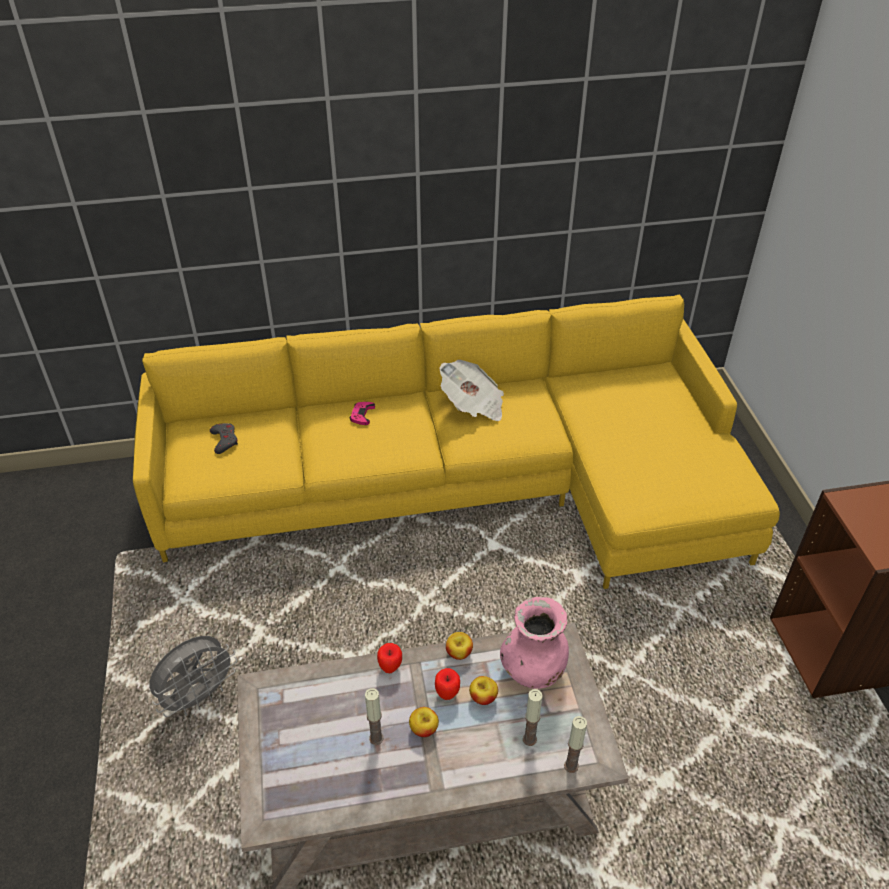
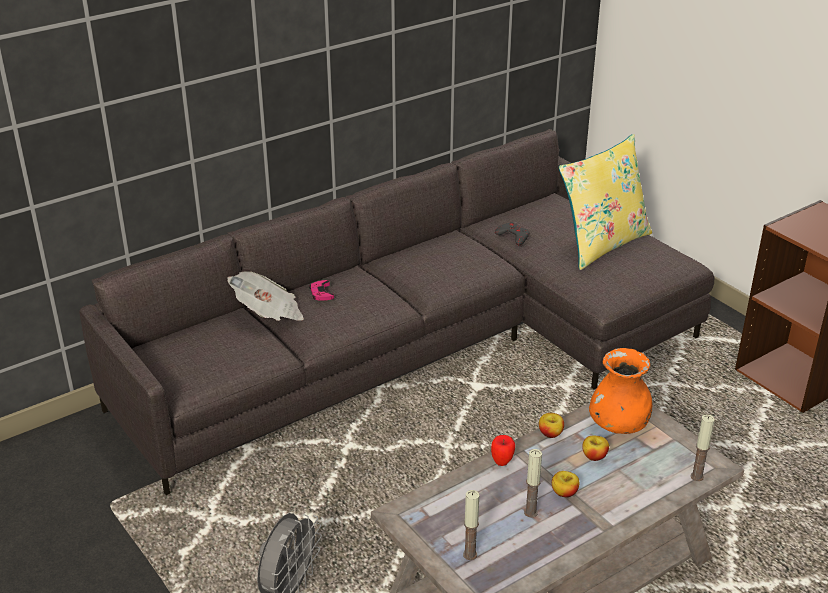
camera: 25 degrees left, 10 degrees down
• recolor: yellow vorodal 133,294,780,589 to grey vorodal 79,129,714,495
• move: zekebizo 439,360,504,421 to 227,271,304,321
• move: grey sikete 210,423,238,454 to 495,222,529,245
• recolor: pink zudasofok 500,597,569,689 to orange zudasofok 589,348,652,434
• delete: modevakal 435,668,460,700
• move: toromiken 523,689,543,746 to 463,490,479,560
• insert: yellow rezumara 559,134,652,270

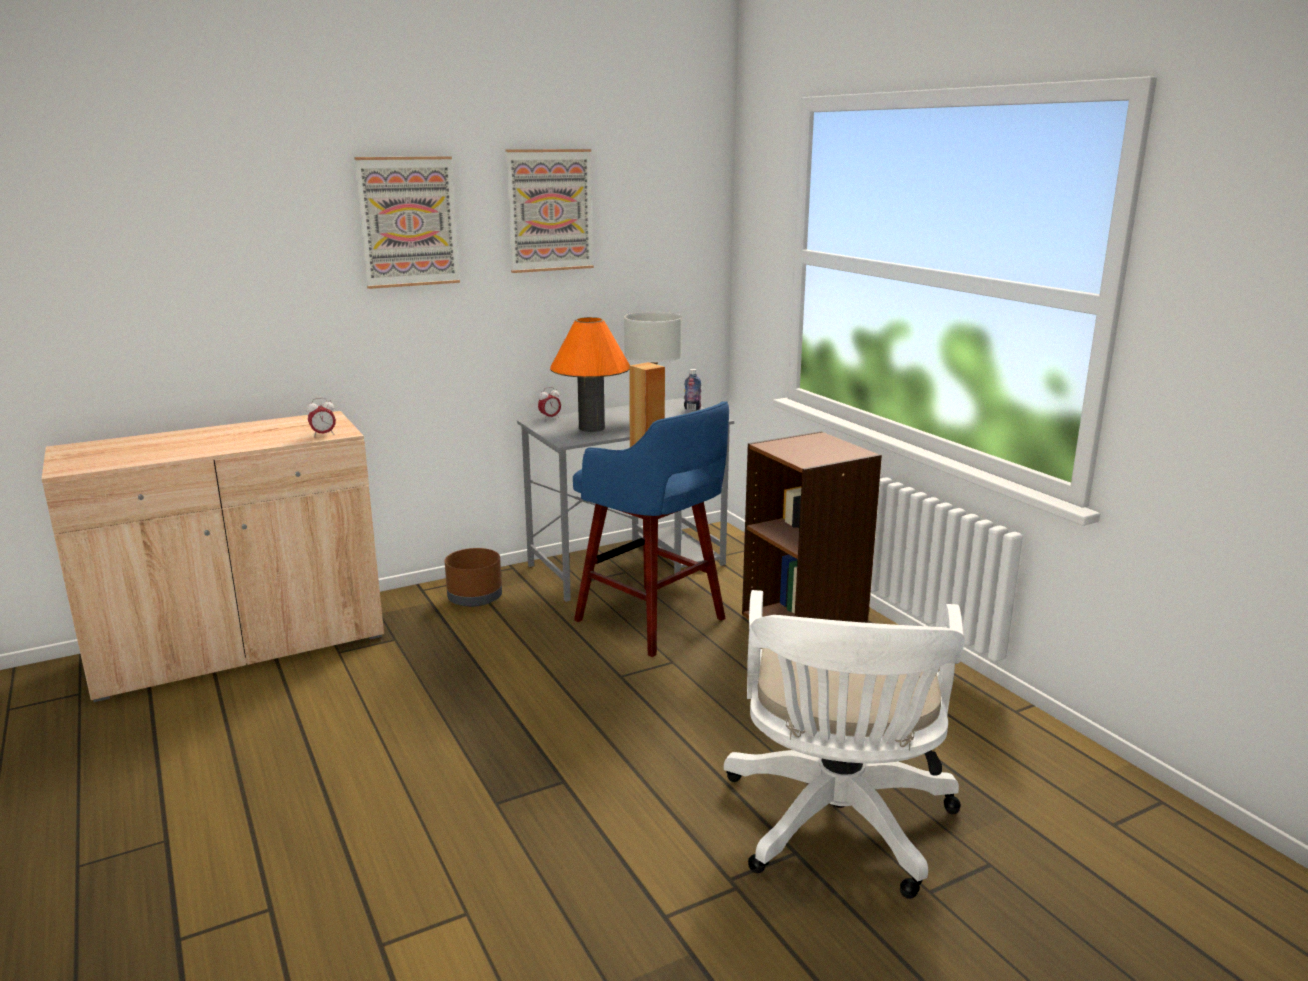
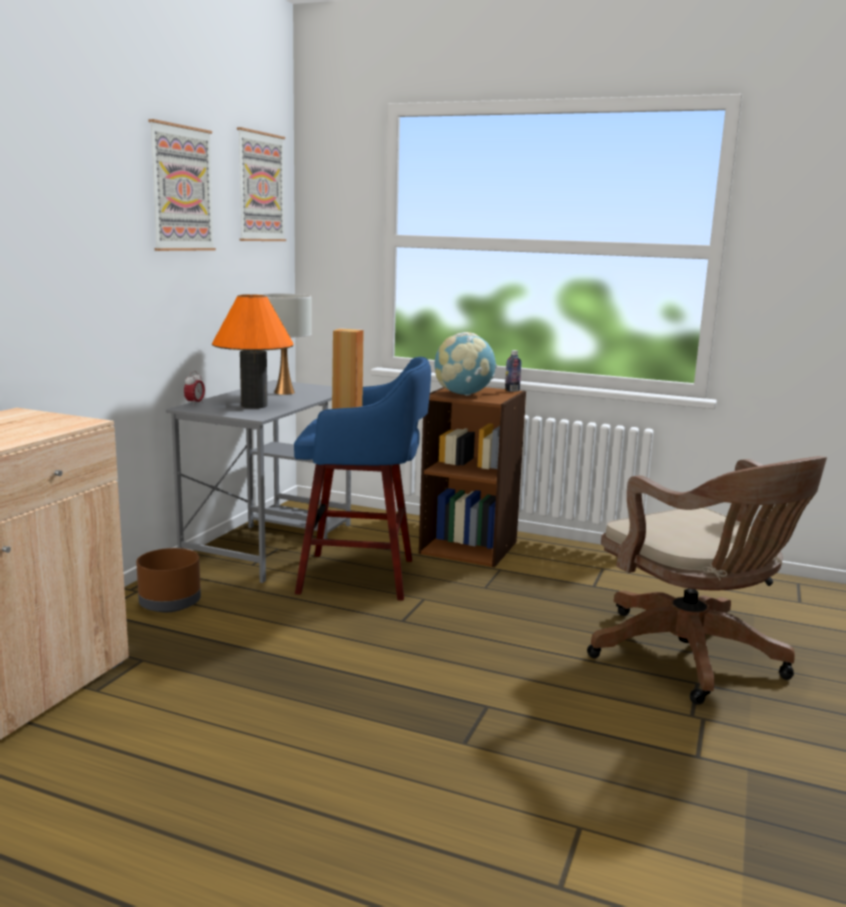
camera: 40 degrees left, 5 degrees down
• move: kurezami 354,156,460,289 to 237,127,286,241
• move: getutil 684,369,702,411 to 505,350,522,392
• delete: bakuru 306,398,336,437
• recolor: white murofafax 724,590,965,899 to brown murofafax 587,456,827,705
• insert: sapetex 434,332,497,396

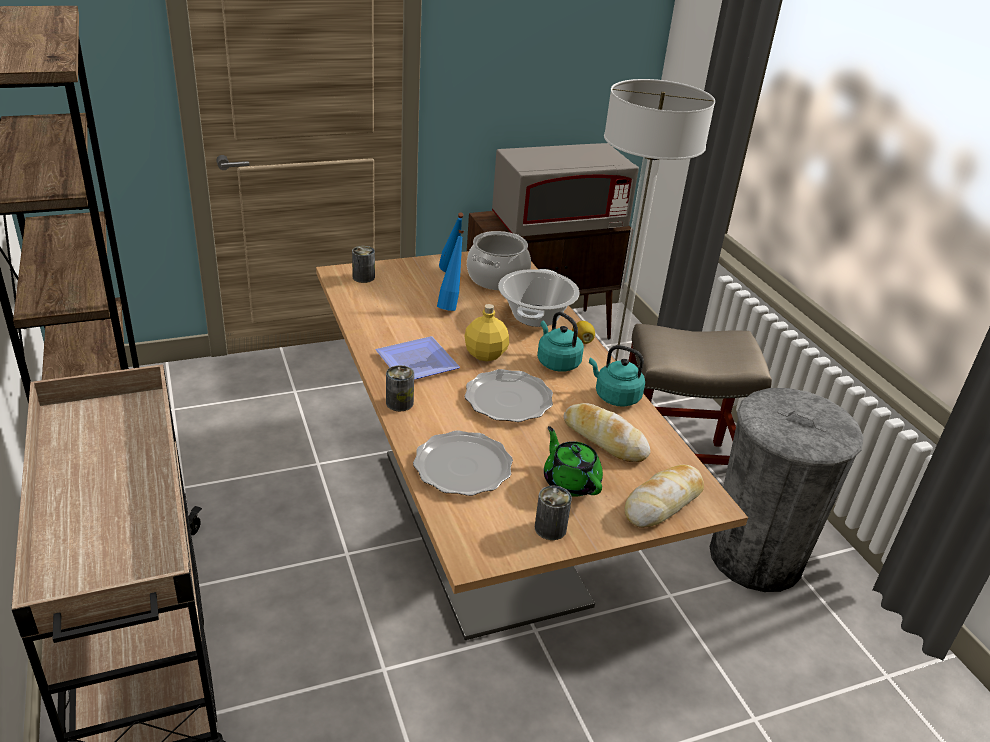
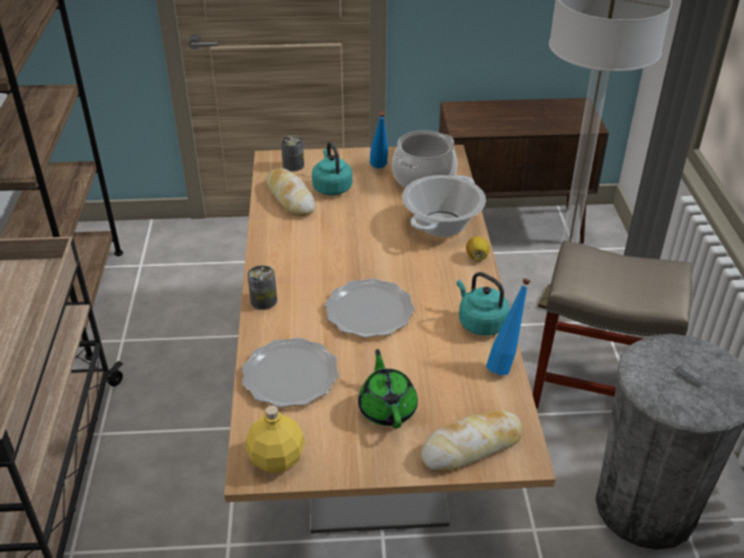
camera: 20 degrees right, 5 degrees up
• delete: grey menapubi 492,143,639,236
• move: blue getutil 437,230,464,311 to 486,278,530,375
• move: yellow getutil 464,304,509,361 to 245,406,305,473
• move: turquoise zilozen 537,312,584,372 to 312,142,352,196
• delete: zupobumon 375,336,460,380
• move: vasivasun 563,403,650,462 to 266,168,315,216
• delete: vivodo 535,486,572,540

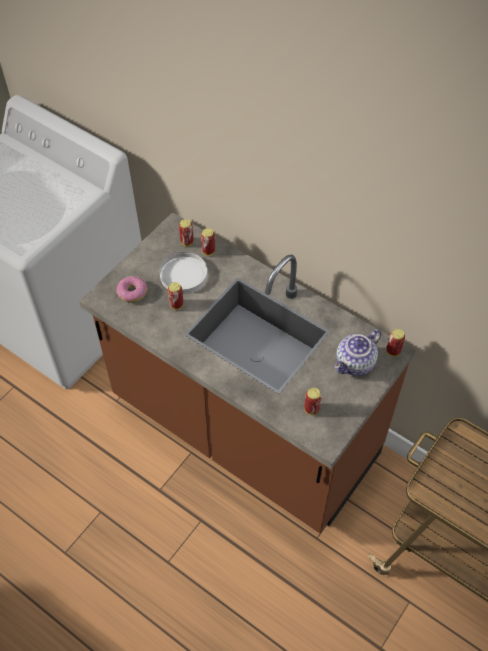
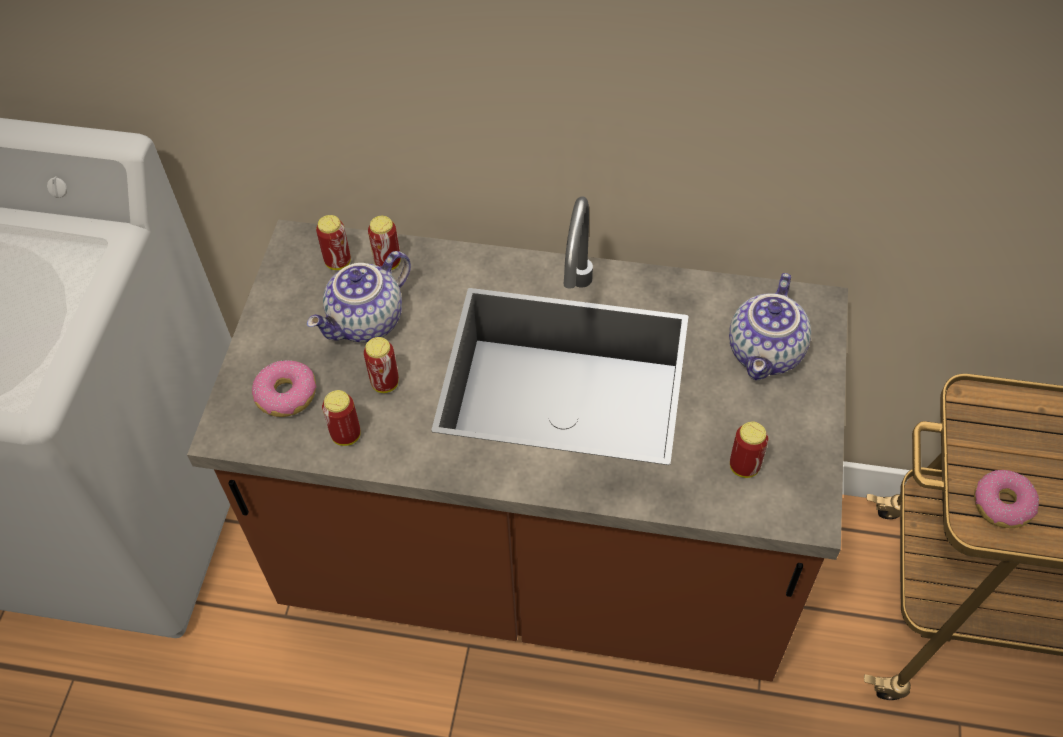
camera: 25 degrees left, 0 degrees up
• replace: white zupobumon 160,252,208,294 to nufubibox 307,251,411,342
• move: vivodo 386,329,405,356 to 322,390,361,446
• insert: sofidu 974,470,1039,528

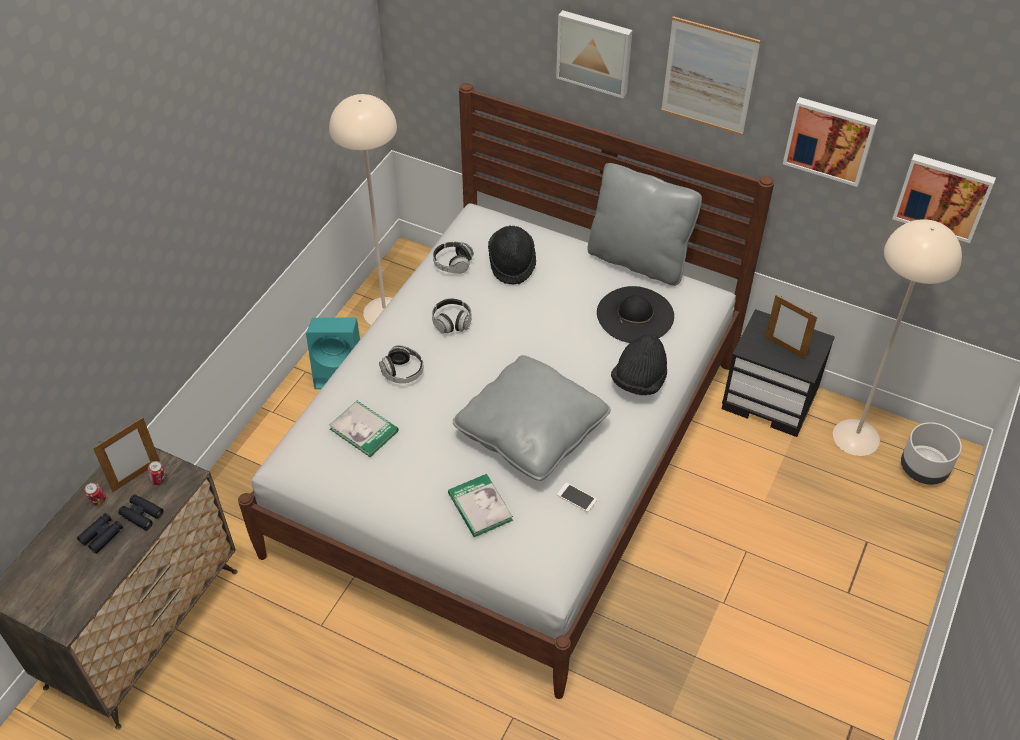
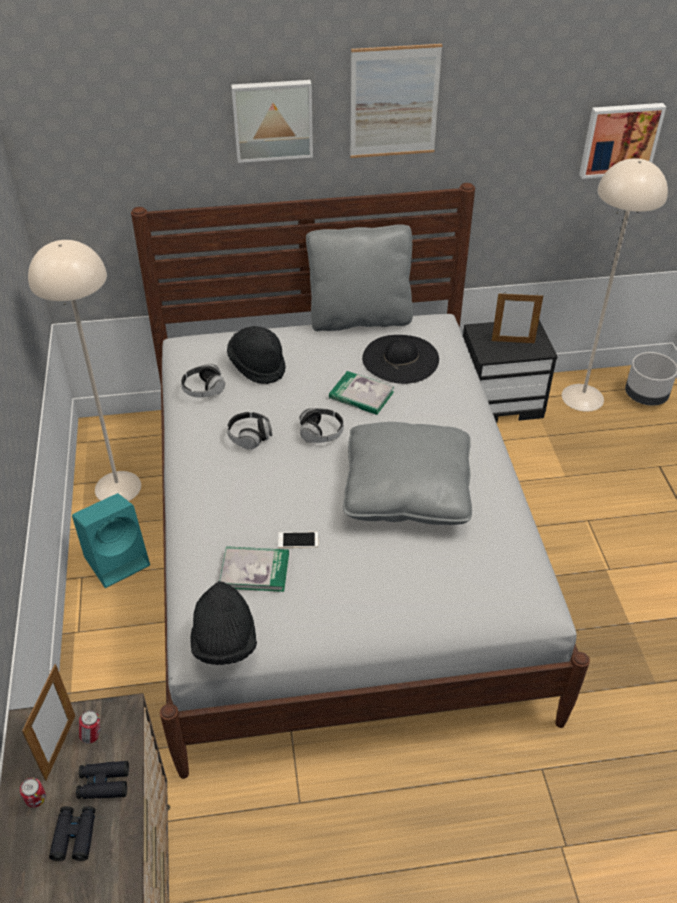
camera: 35 degrees left, 5 degrees down
• delete: kurezami 783,97,878,187
• move: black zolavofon 611,334,667,395 to 190,581,257,665
• move: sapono 379,345,423,383 to 299,408,344,443
• move: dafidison 448,474,513,537 to 329,371,394,415
• move: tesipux 557,483,597,512 to 278,532,318,548

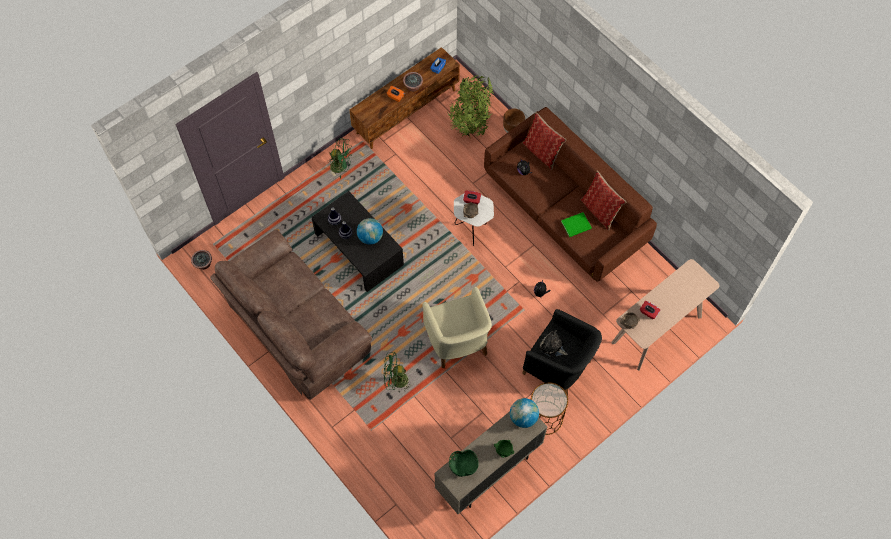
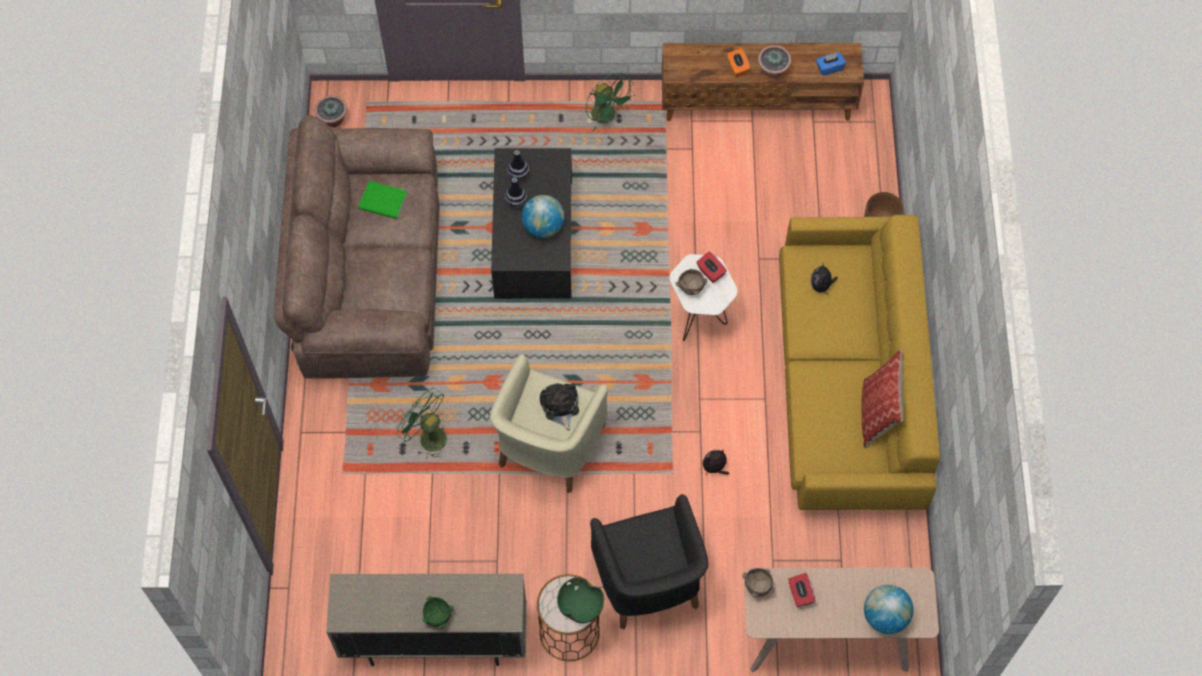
camera: 40 degrees right, 0 degrees up
• delete: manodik 448,75,494,137
• recolor: brown vorodal 484,107,657,282 to yellow vorodal 779,215,940,510
• delete: rezumara 522,112,567,170
• move: green dafidison 561,212,592,237 to 358,181,407,219
• move: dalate 539,330,568,357 to 540,383,579,431
• move: sapetex 510,398,539,428 to 864,584,913,634
• move: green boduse 449,449,479,477 to 557,577,604,623

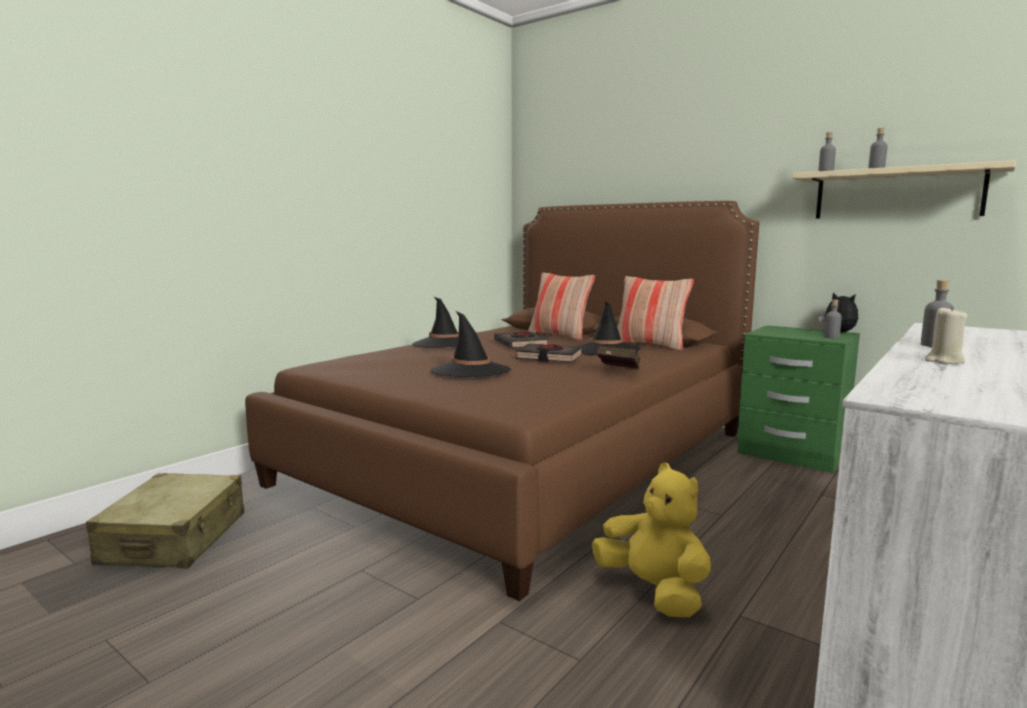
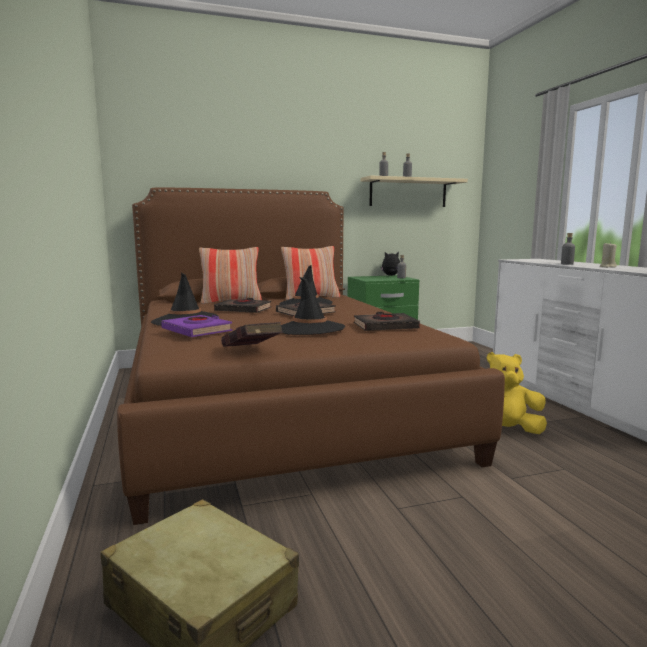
camera: 55 degrees left, 0 degrees up
• move: red dafidison 597,345,640,369 to 221,322,283,347
• insert: black dafidison 354,312,420,331
• insert: purple dafidison 161,315,233,337

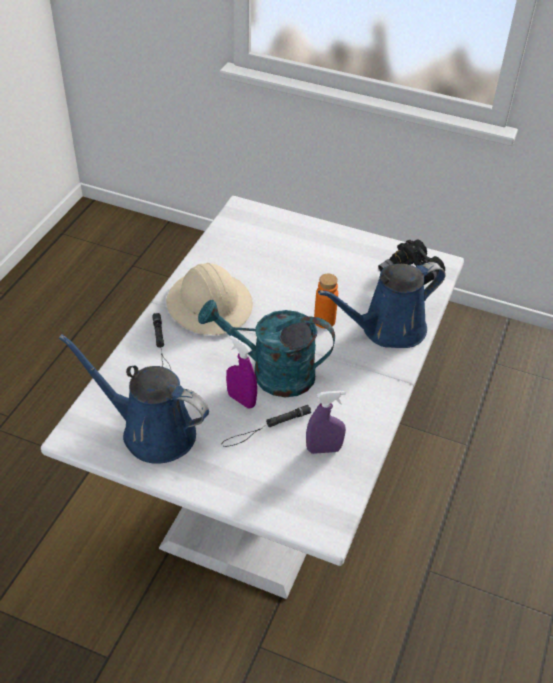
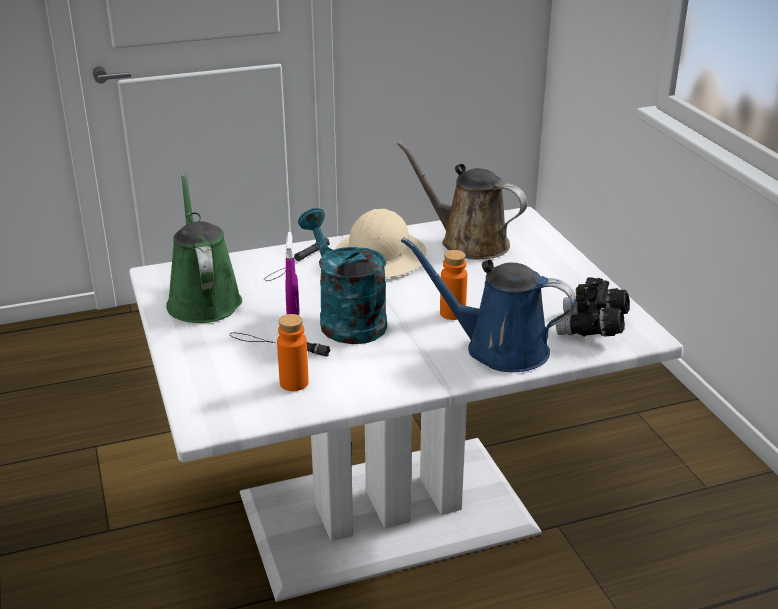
camera: 50 degrees right, 15 degrees down
• recolor: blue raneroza 59,334,209,464 to green raneroza 166,174,242,323
• replace: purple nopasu 306,391,346,454 to orange getutil 277,314,308,391
• insert: brown raneroza 397,141,527,259

